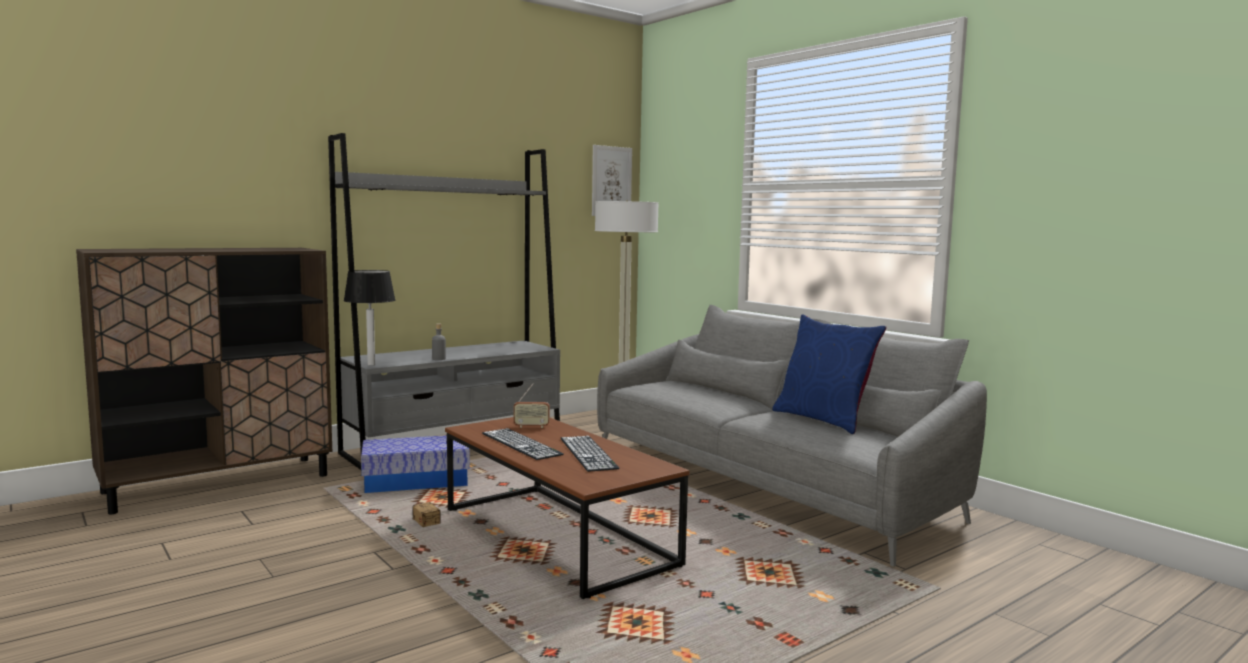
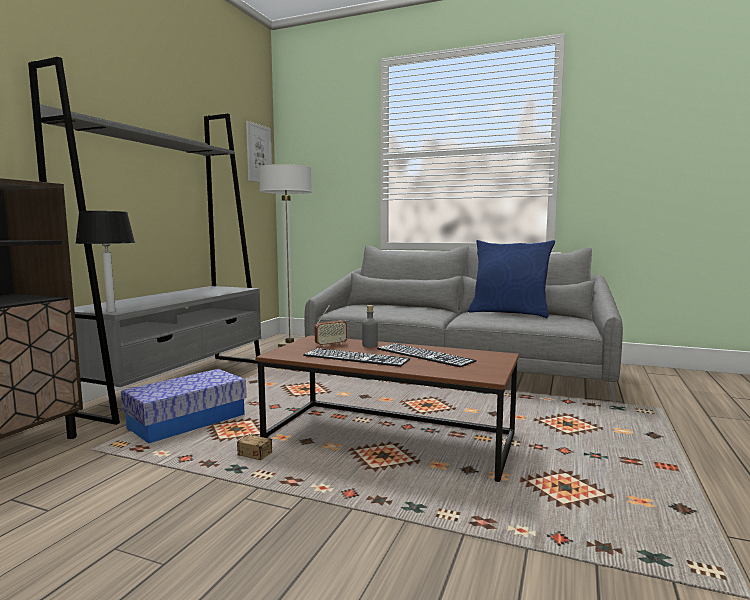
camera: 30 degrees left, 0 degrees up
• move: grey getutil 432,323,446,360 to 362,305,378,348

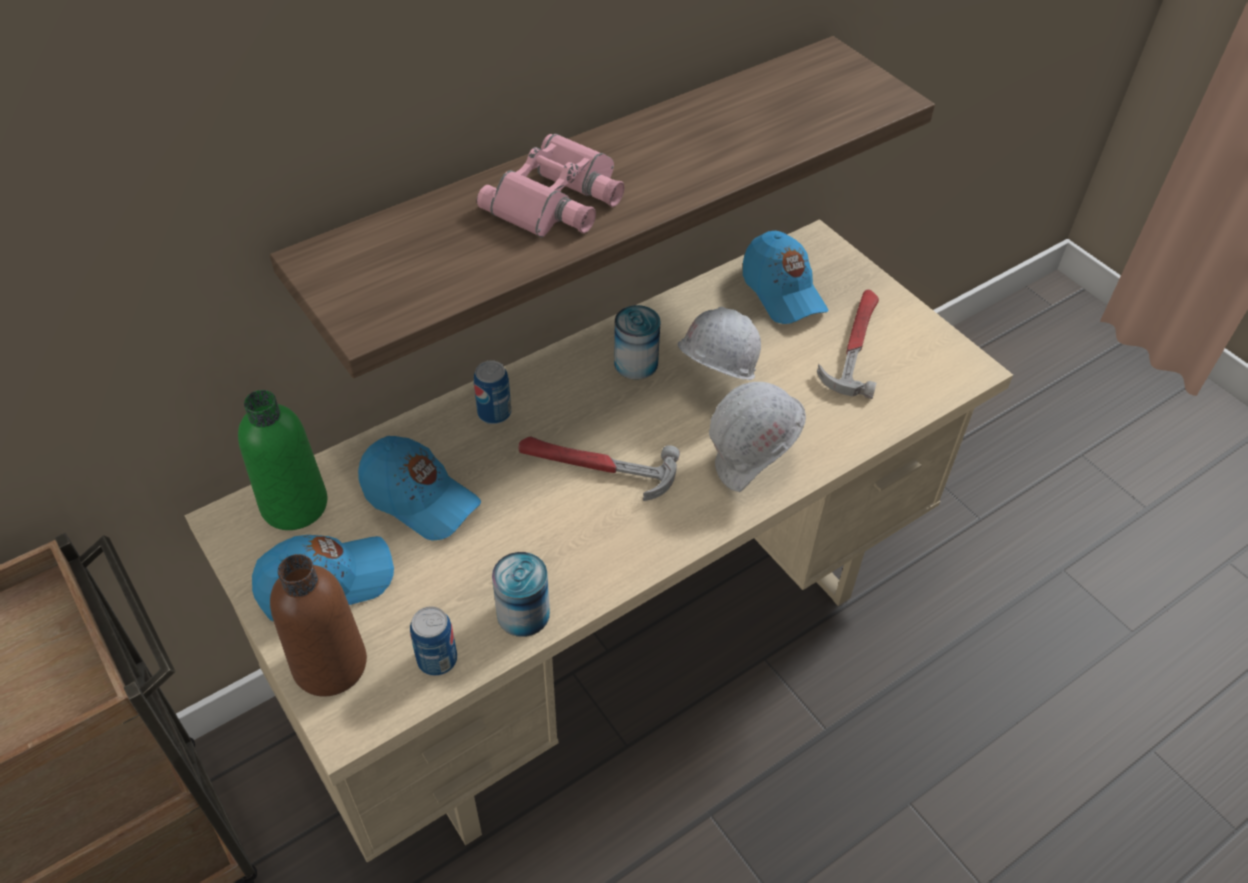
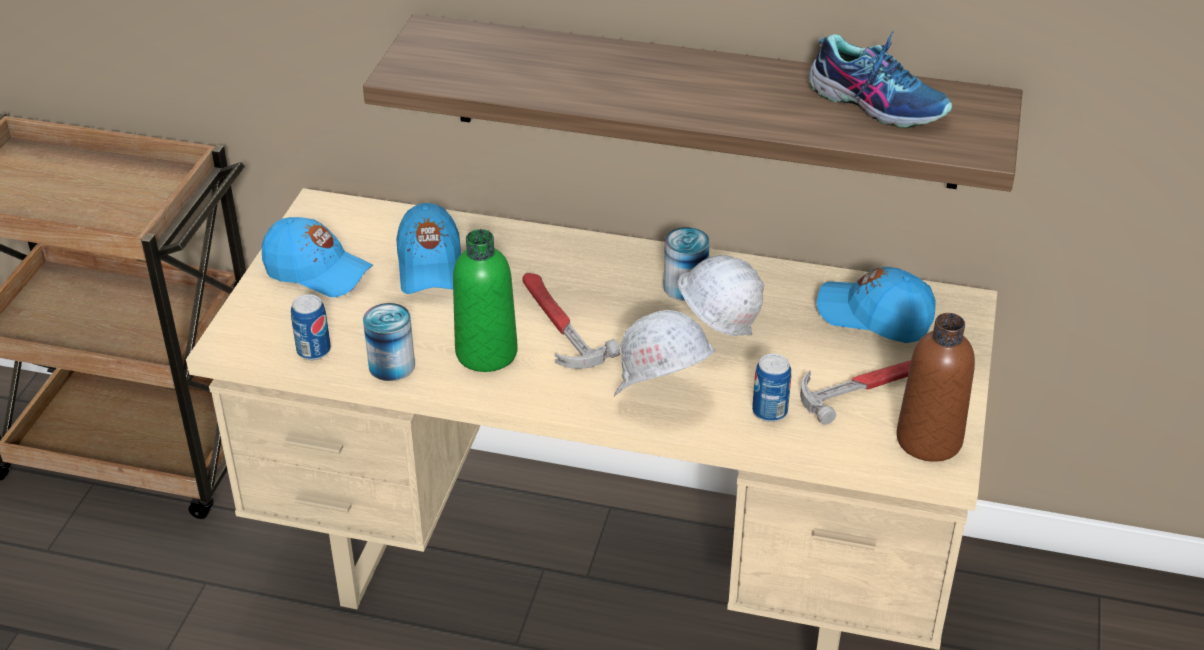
camera: 50 degrees right, 10 degrees down
• delete: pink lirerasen 477,134,625,237
• rotate: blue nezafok 743,231,828,324 = 817,267,936,343 90 degrees clockwise
• move: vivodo 474,360,511,424 to 752,354,791,422
• move: green getutil 238,390,327,530 to 453,229,518,372
• move: brown getutil 270,554,367,697 to 896,313,975,462
• insert: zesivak 808,31,952,129

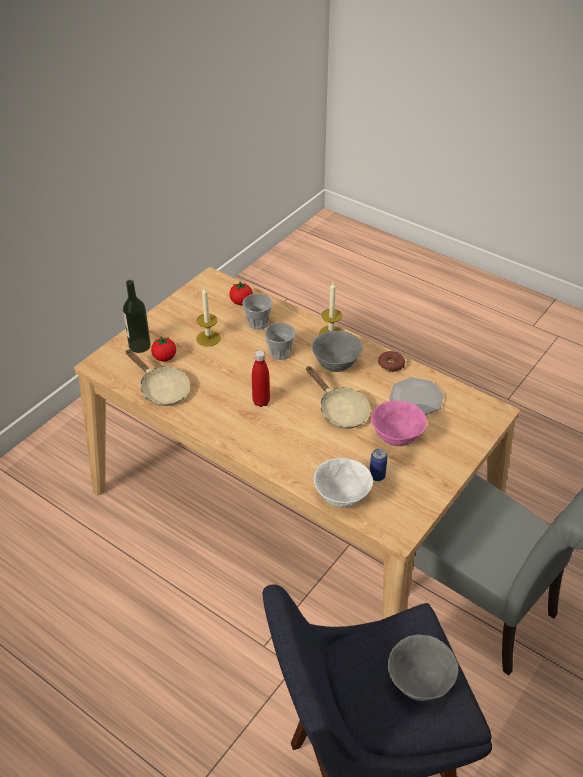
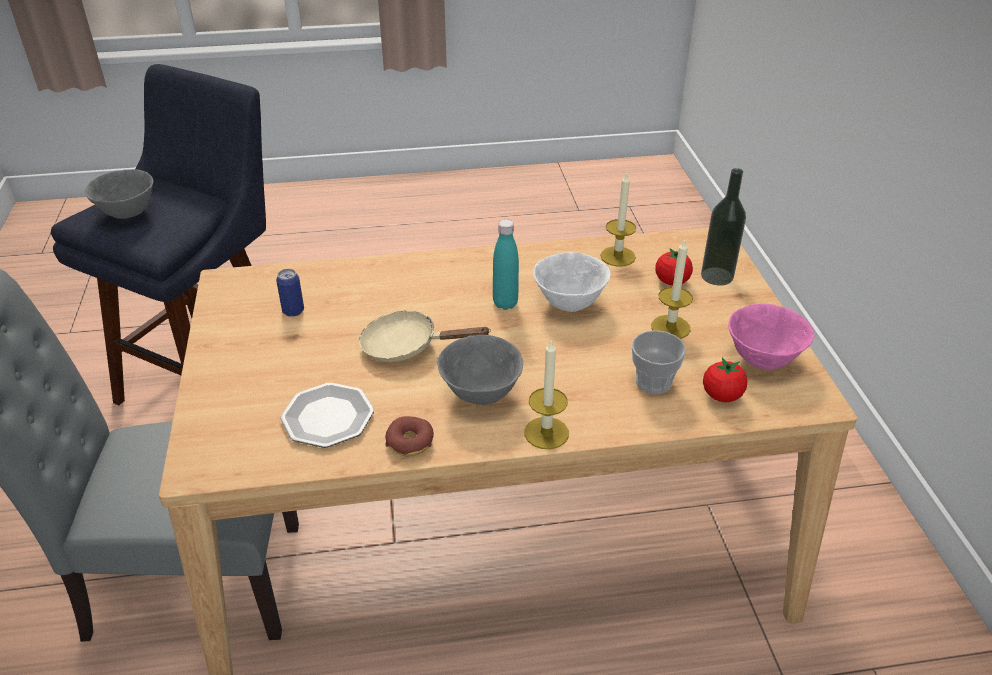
camera: 135 degrees right, 5 degrees down
• delete: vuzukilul 264,322,296,360
• replace: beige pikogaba 126,349,190,406 to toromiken 600,172,636,267
• recolor: red getutil 252,350,270,407 to turquoise getutil 493,219,519,310
• move: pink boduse 371,401,427,446 to 728,303,815,369
• move: white boduse 314,458,373,508 to 533,252,611,312

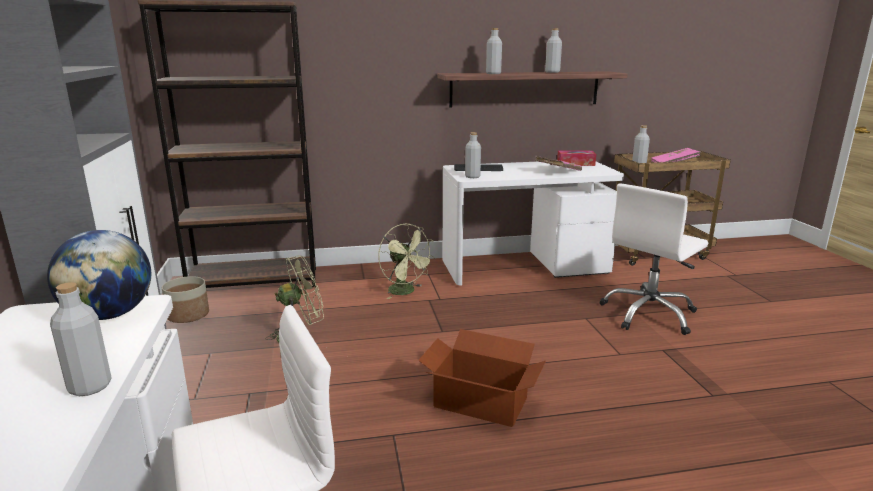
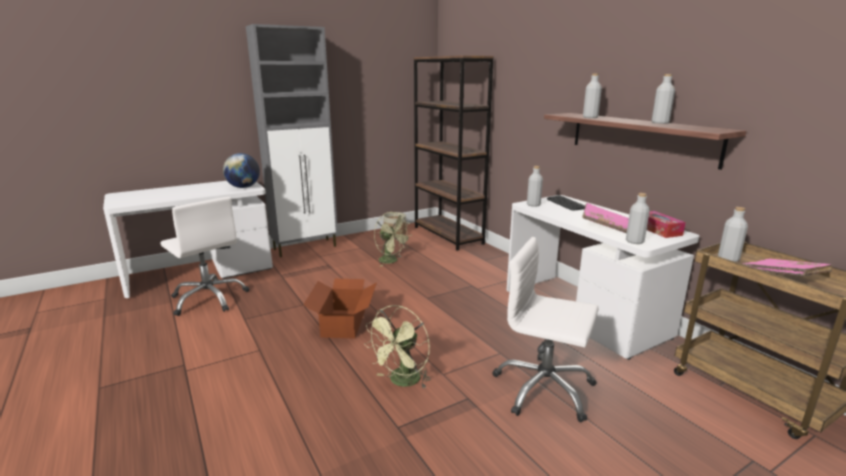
camera: 70 degrees right, 0 degrees up
• move: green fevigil 379,224,435,299 to 364,305,431,388
• move: grey getutil 50,282,112,396 to 626,193,650,244

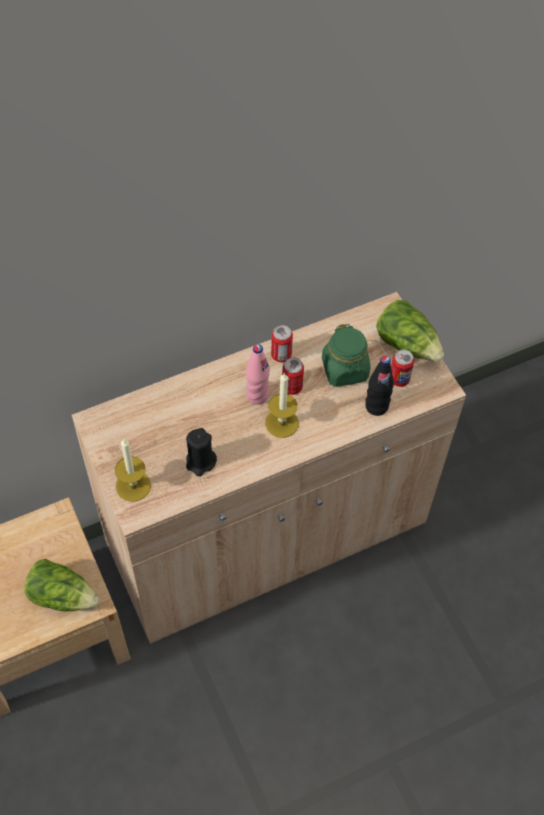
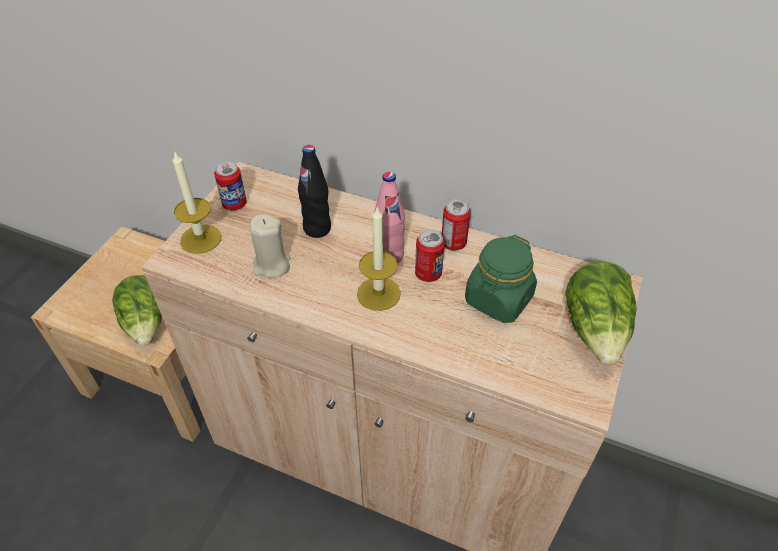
camera: 50 degrees right, 10 degrees down
• move: vivodo 391,350,414,387 to 214,161,247,211
• move: black getutil 365,356,394,416 to 298,145,331,238
• recolor: black toromiken 186,428,217,476 to beige toromiken 250,214,290,278

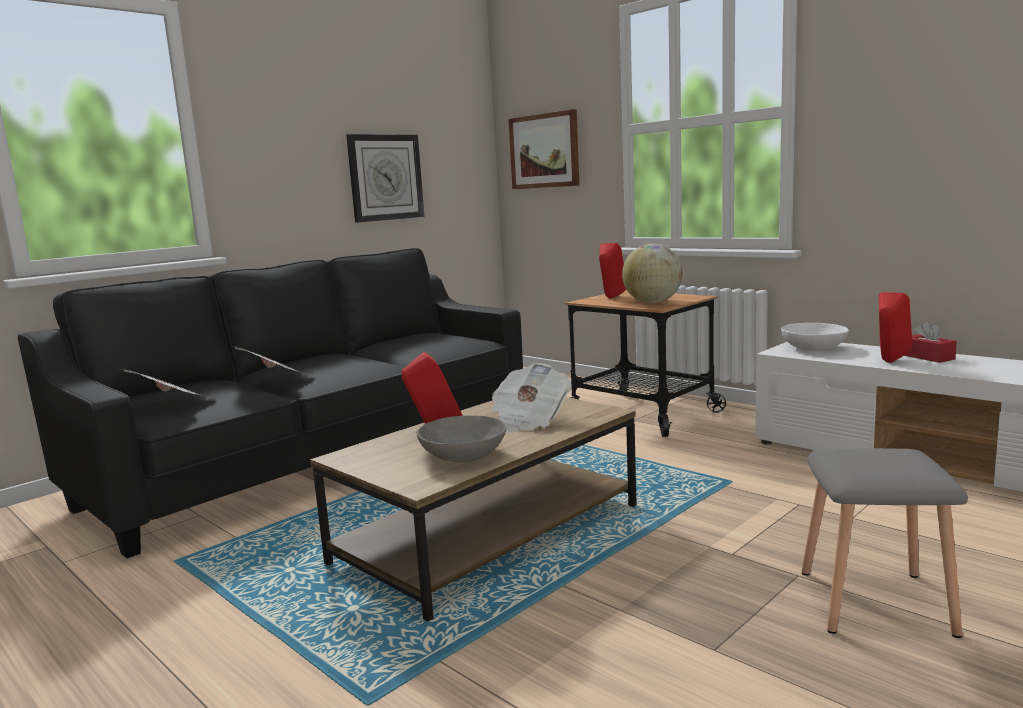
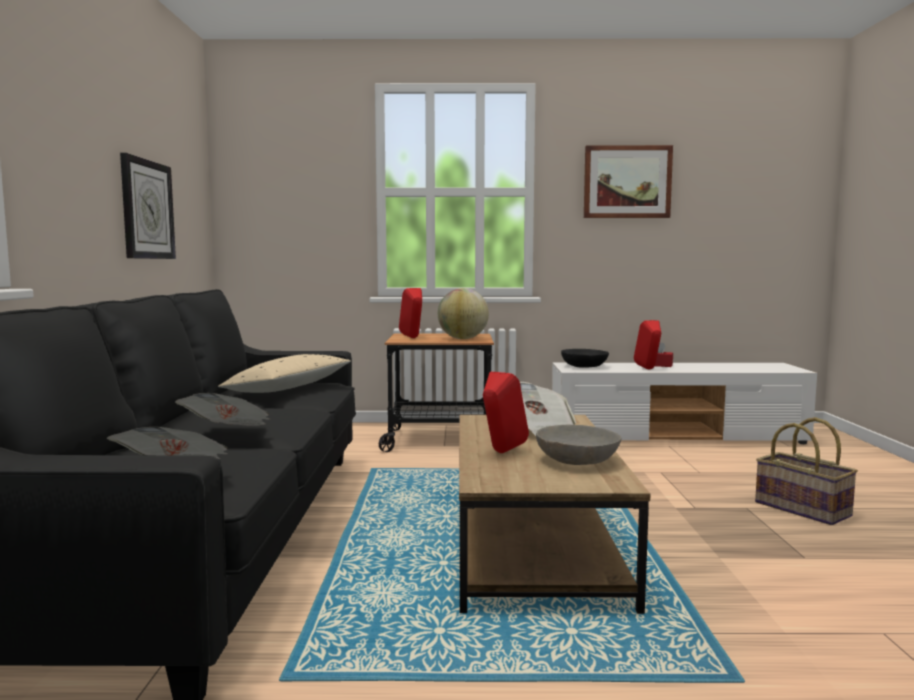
camera: 45 degrees left, 5 degrees down
• move: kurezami 509,109,579,189 to 584,145,673,218
• recolor: white boduse 781,323,849,350 to black boduse 561,349,609,368
• replace: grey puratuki 802,448,968,638 to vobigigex 755,417,858,525
• insert: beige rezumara 218,354,351,393

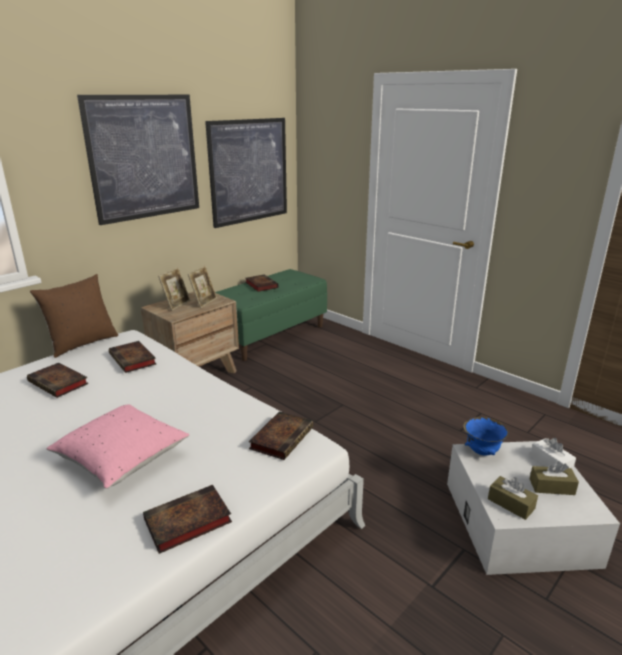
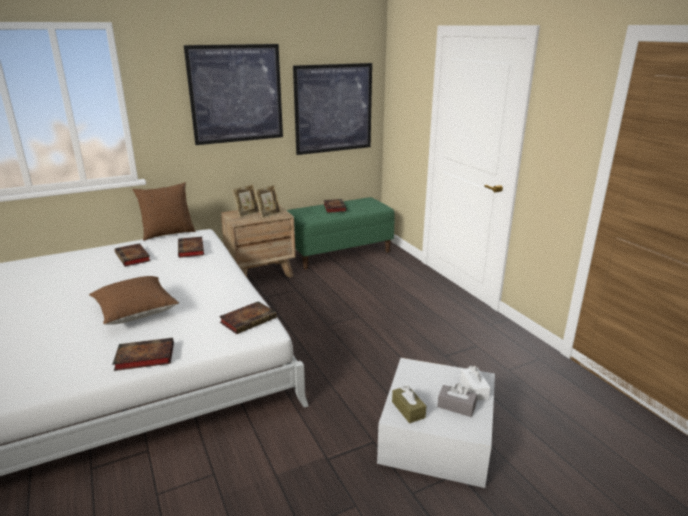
camera: 20 degrees right, 0 degrees up
• recolor: pink rezumara 46,404,189,489 to brown rezumara 89,276,179,325
• delete: blue boduse 463,417,508,456
• recolor: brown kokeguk 530,461,579,495 to grey kokeguk 437,383,477,417

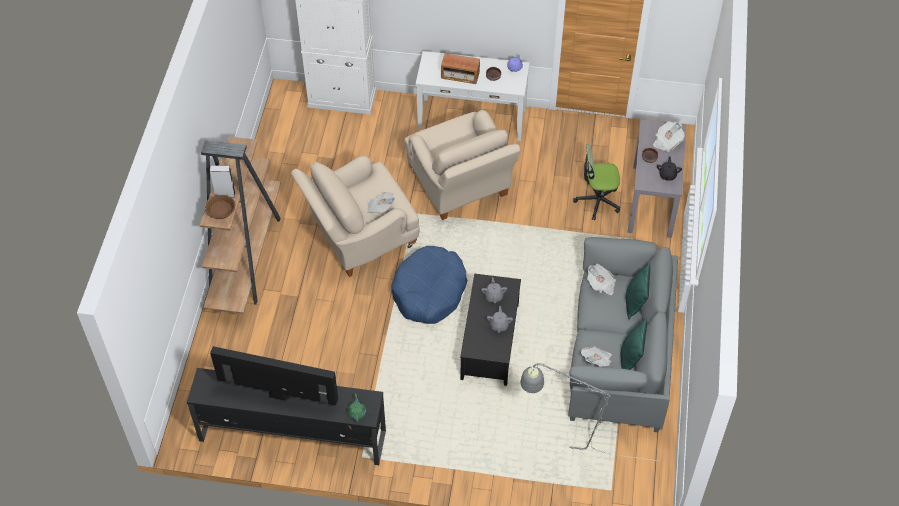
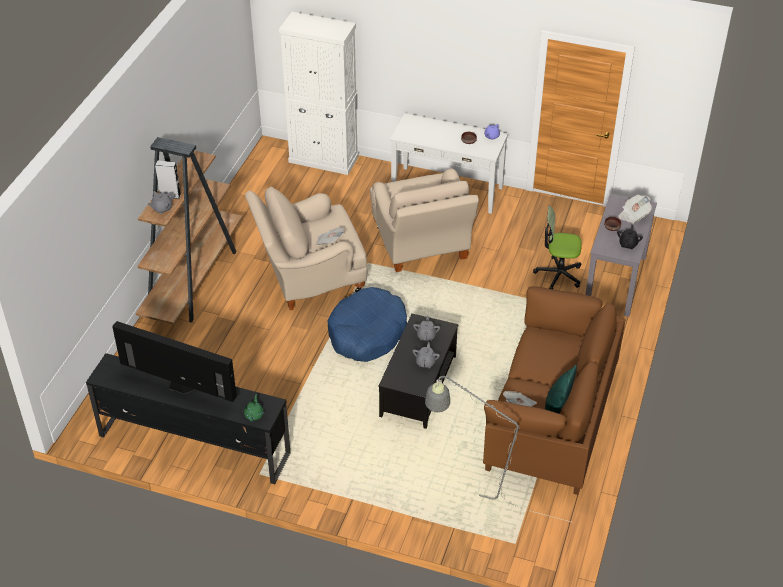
camera: 10 degrees right, 10 degrees down
• delete: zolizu 441,53,480,84
• replace: brown boduse 205,194,235,219 to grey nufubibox 148,191,174,214
• recolor: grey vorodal 568,237,679,432 to brown vorodal 483,286,626,495
• delete: green rezumara 626,263,650,319
• delete: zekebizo 587,264,616,295

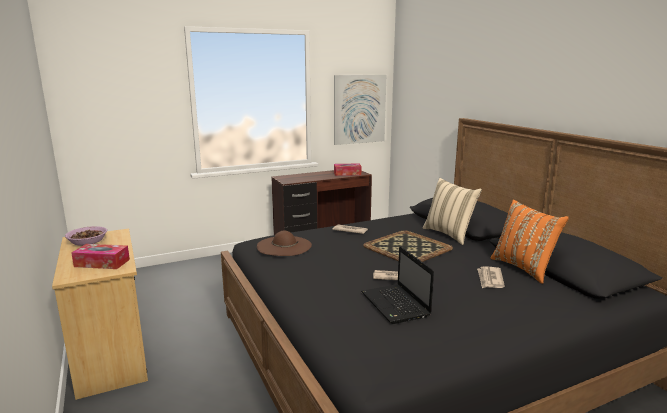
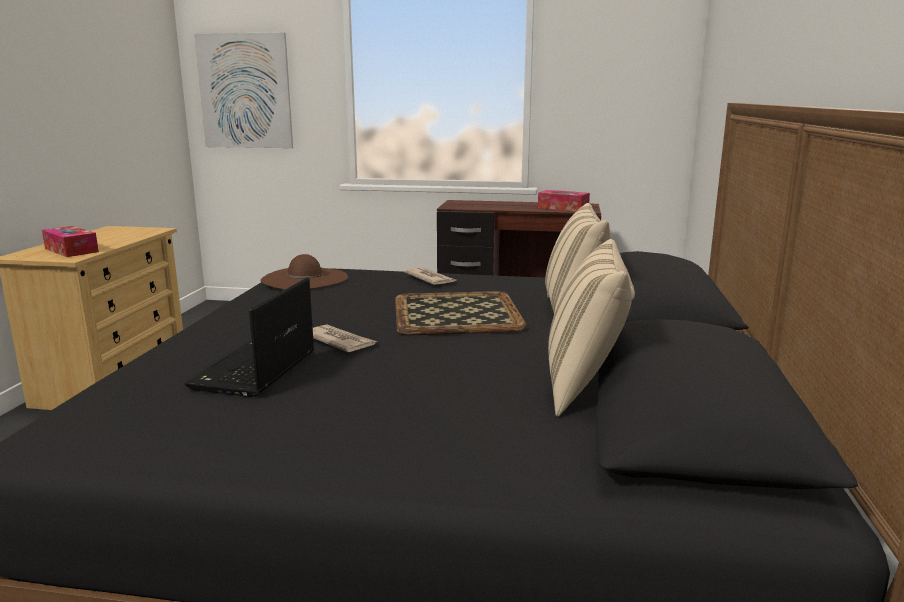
camera: 35 degrees right, 0 degrees up
• move: kurezami 334,75,386,145 to 194,32,293,148
• recolor: orange rezumara 490,199,569,284 to beige rezumara 548,239,635,417
• delete: boduse 65,226,107,245
• delete: zekebizo 477,267,505,288

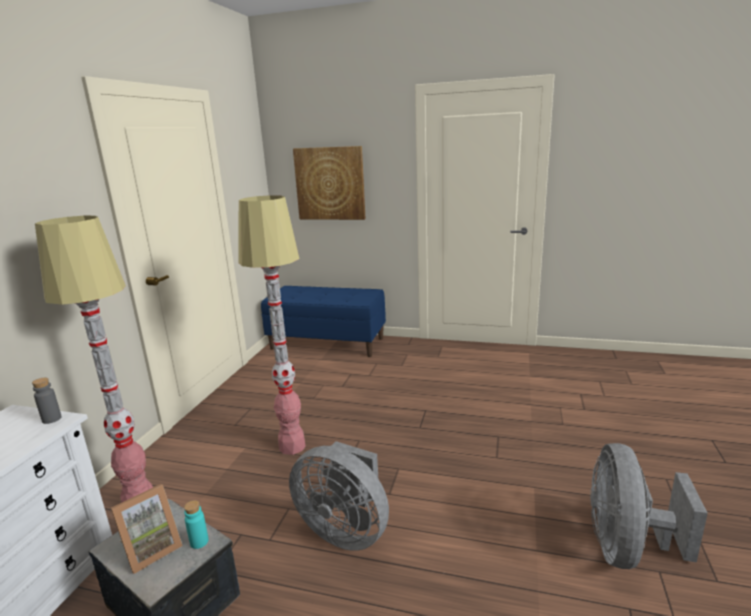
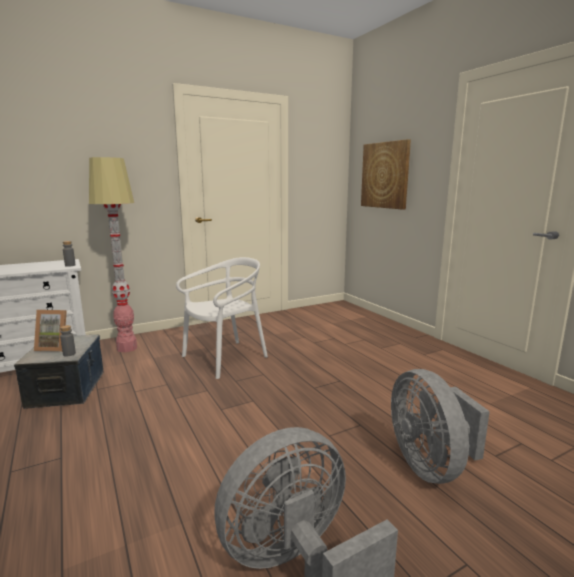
camera: 45 degrees right, 5 degrees down
• replace: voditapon 238,195,306,455 to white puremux 176,257,268,379
• delete: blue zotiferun 261,286,386,357
• move: grey fevigil 289,441,389,551 to 391,369,490,484
• recolor: turquoise getutil 184,500,209,549 to grey getutil 60,325,76,357

